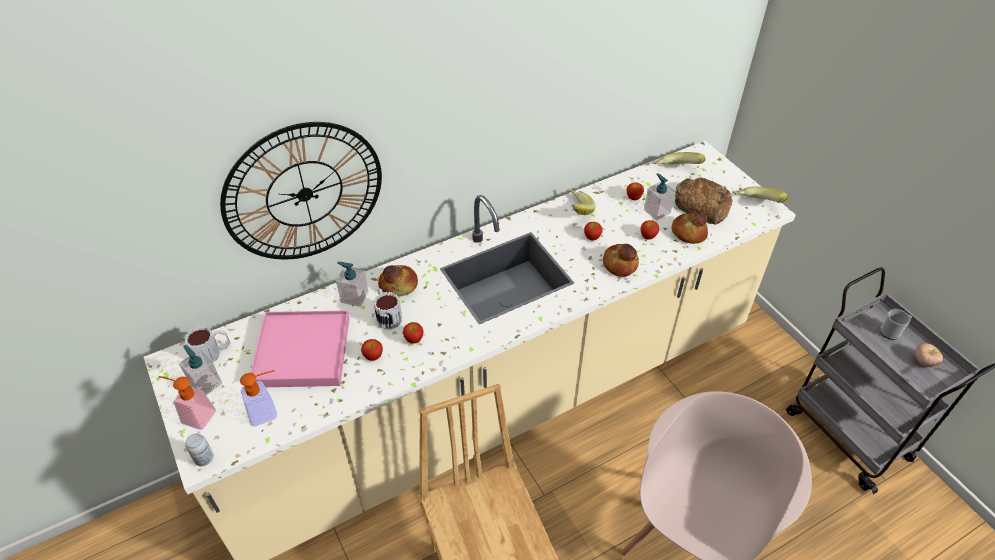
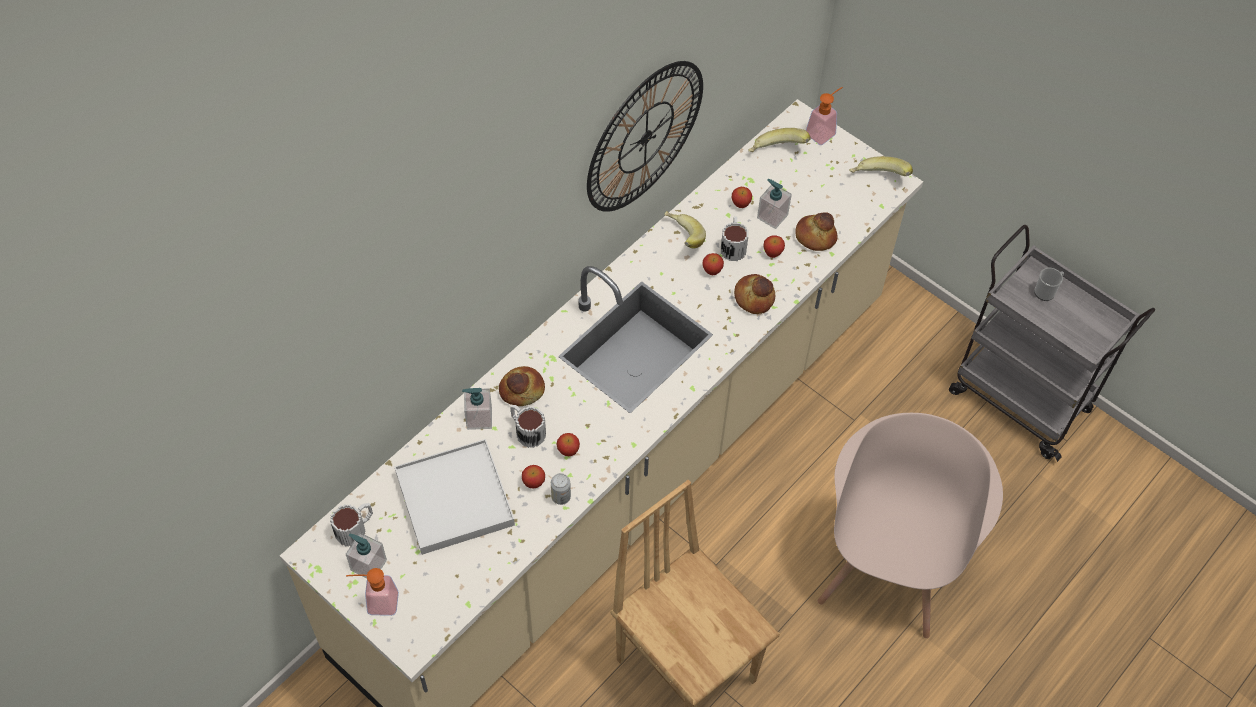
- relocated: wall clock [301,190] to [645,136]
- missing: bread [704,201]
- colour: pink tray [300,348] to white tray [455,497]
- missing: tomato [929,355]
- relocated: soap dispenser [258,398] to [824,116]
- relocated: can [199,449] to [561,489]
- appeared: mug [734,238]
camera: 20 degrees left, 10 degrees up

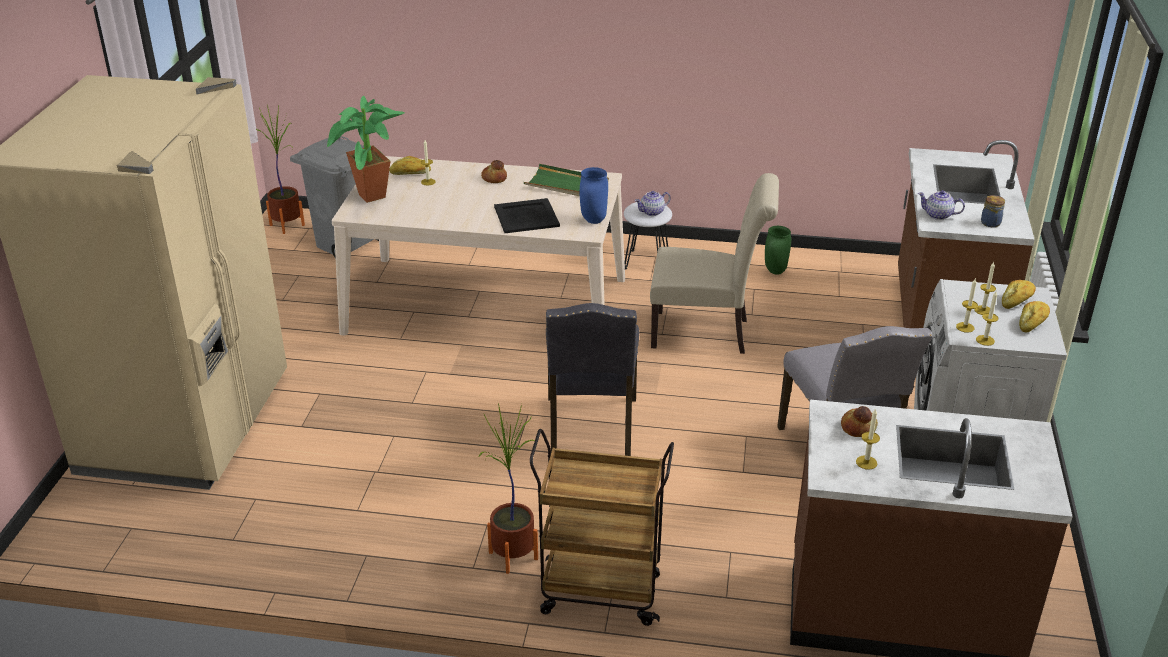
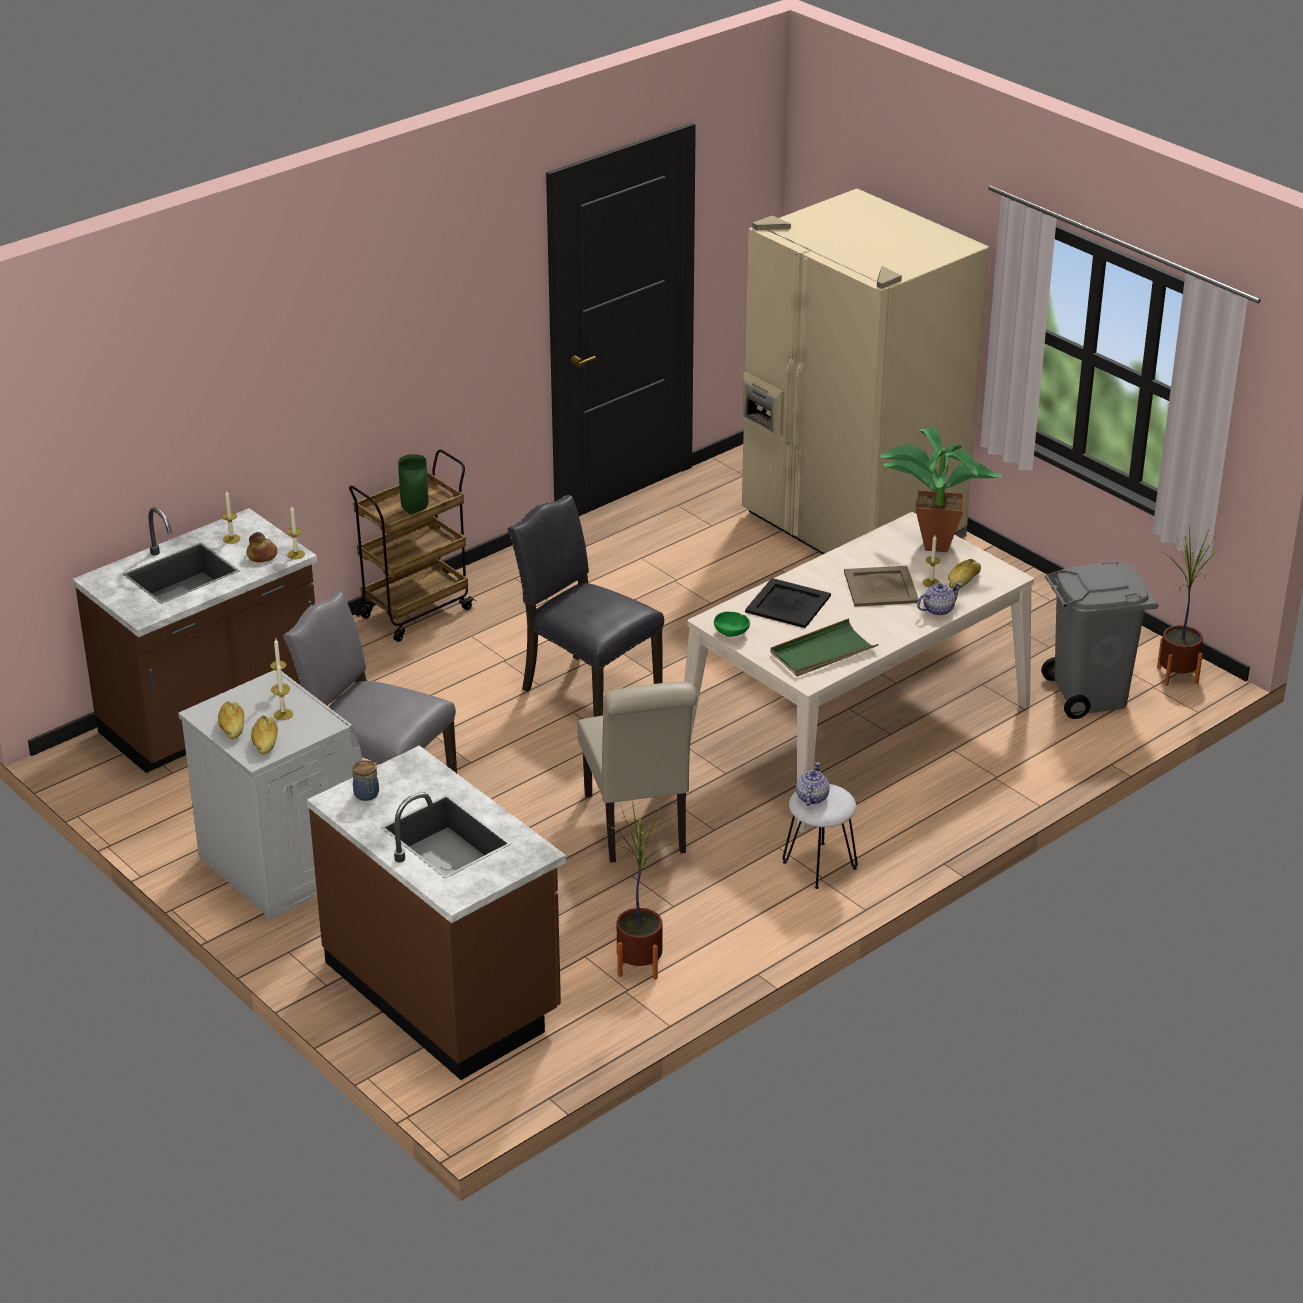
- missing: bread [494,171]
- exchanged: blue vase [594,195] to green bowl [732,624]
- spun: beige chair [714,263] = [637,772] 60 degrees counterclockwise
- relocated: teapot [941,205] to [939,599]
- relocated: green vase [778,250] to [413,484]
- relocated: candle [987,318] to [296,532]
- relocated: potted plant [508,488] to [640,889]
- appeared: beige tray [881,586]
camera: 130 degrees right, 0 degrees up

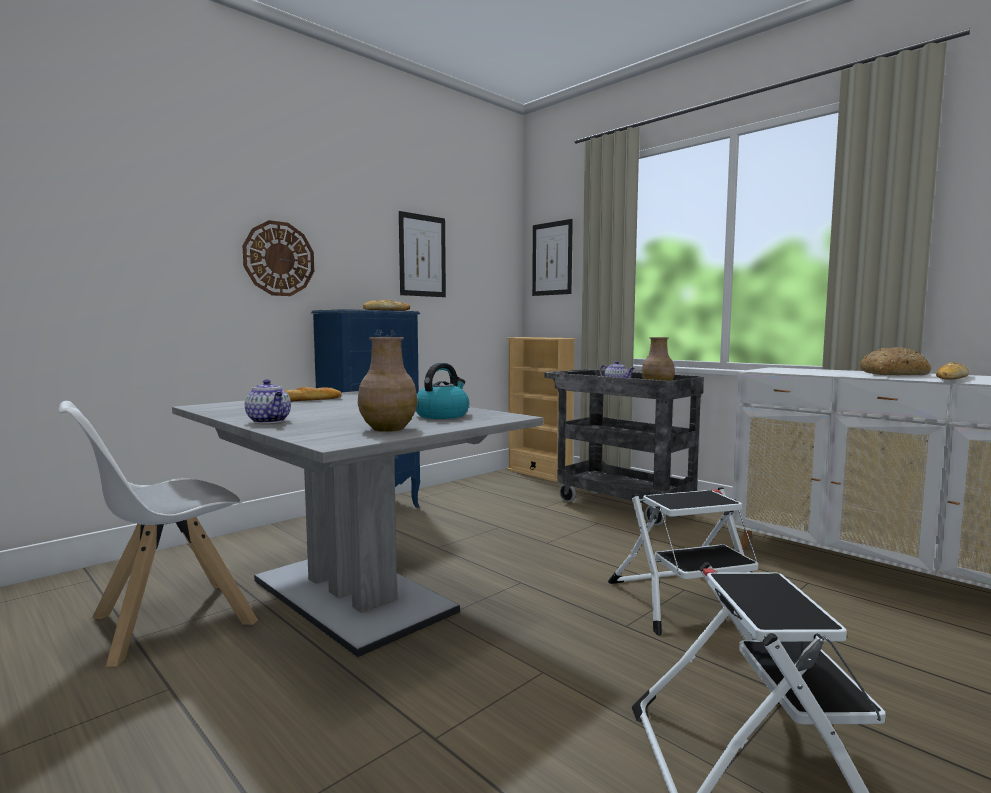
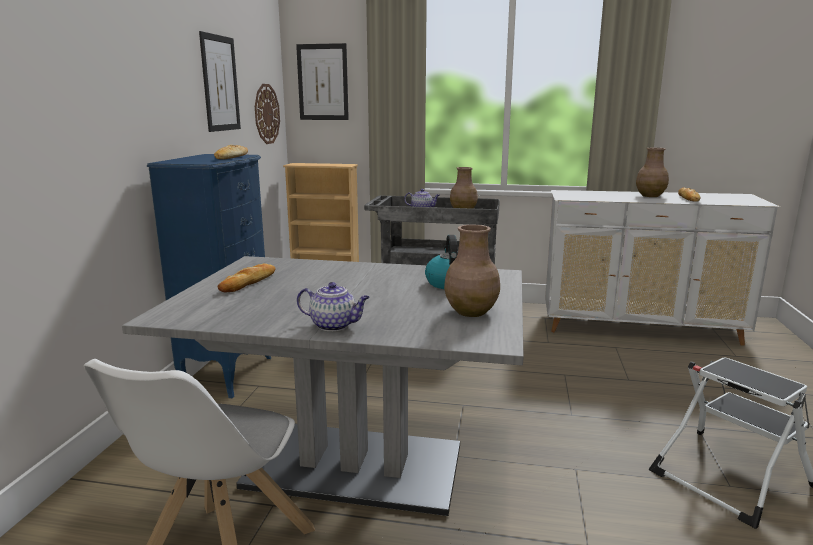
- relocated: wall clock [278,258] to [267,114]
- exchanged: bread [895,361] to brown vase [652,172]
- missing: step ladder [683,561]
camera: 35 degrees left, 10 degrees up

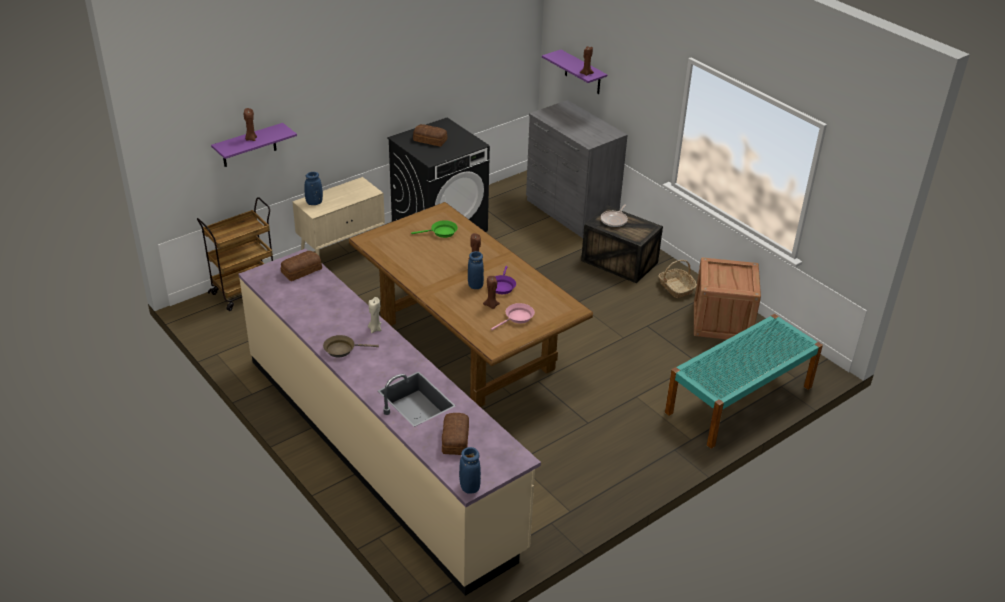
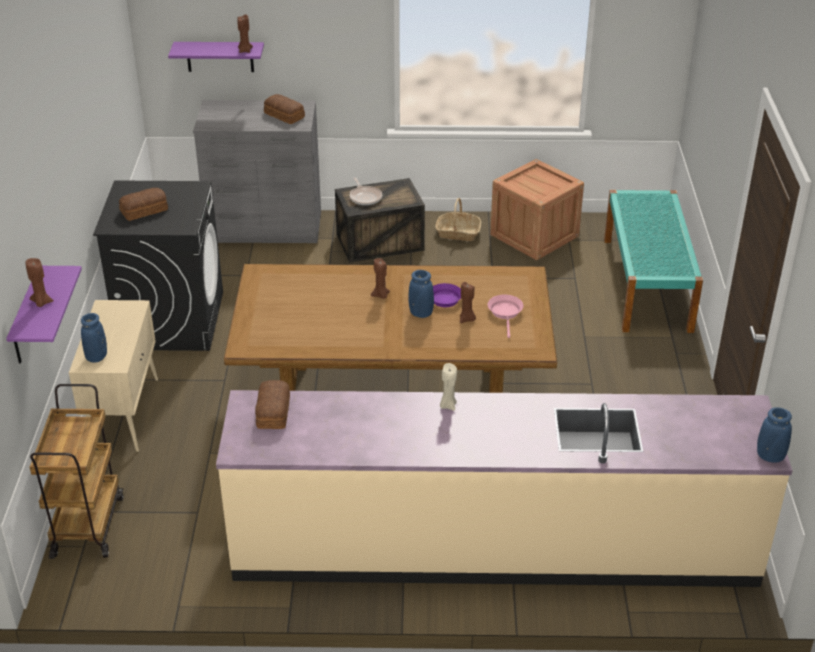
- missing: green frying pan [434,229]
- missing: brown frying pan [351,346]
- relocated: bread [455,434] to [284,109]
camera: 50 degrees left, 0 degrees up

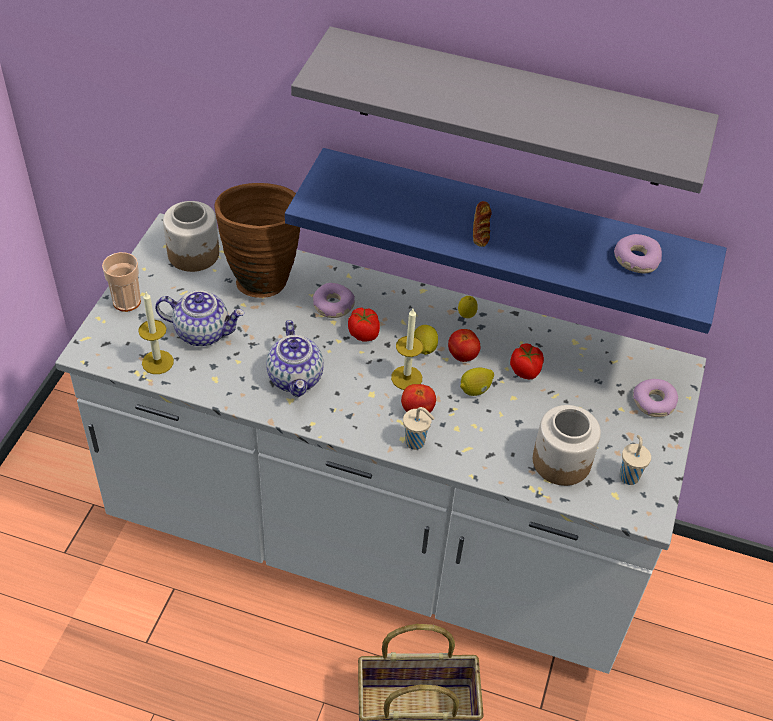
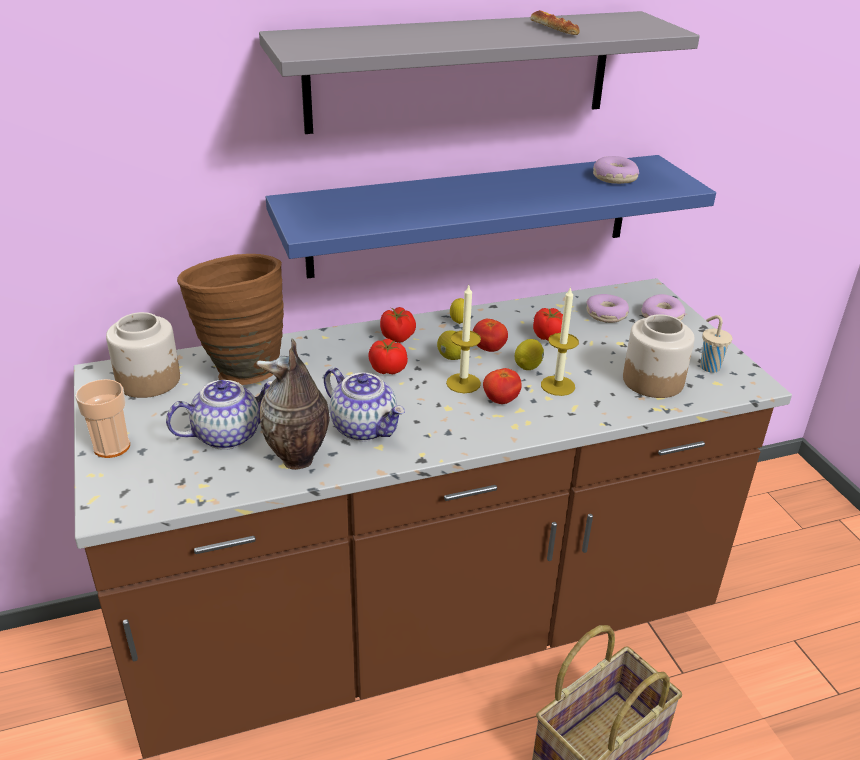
- relocated: bread [482,224] to [555,22]
- colour: white counter [380,443] to brown counter [433,518]
- relocated: donut [334,300] to [607,308]
- relocated: candle [156,333] to [560,341]
- missing: beige cup [418,428]
- appeared: tomato [398,325]
- appeared: vase [293,404]
camera: 35 degrees left, 15 degrees down

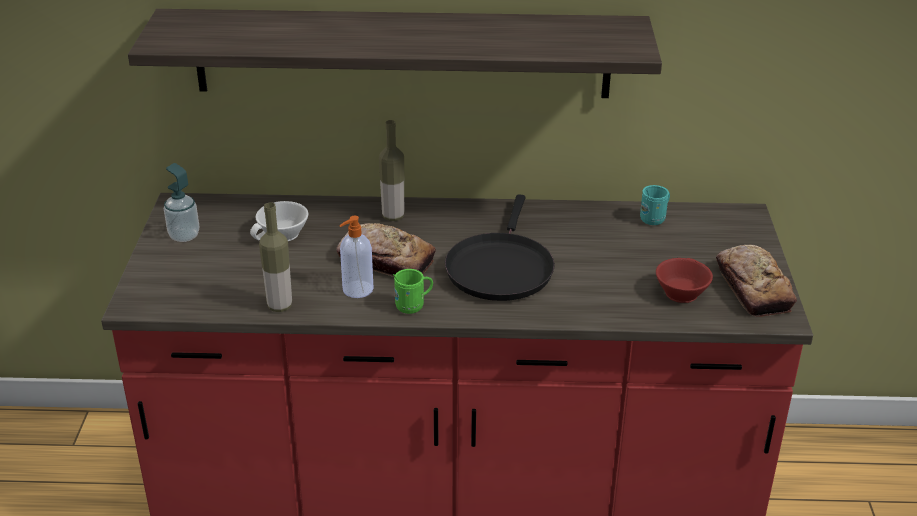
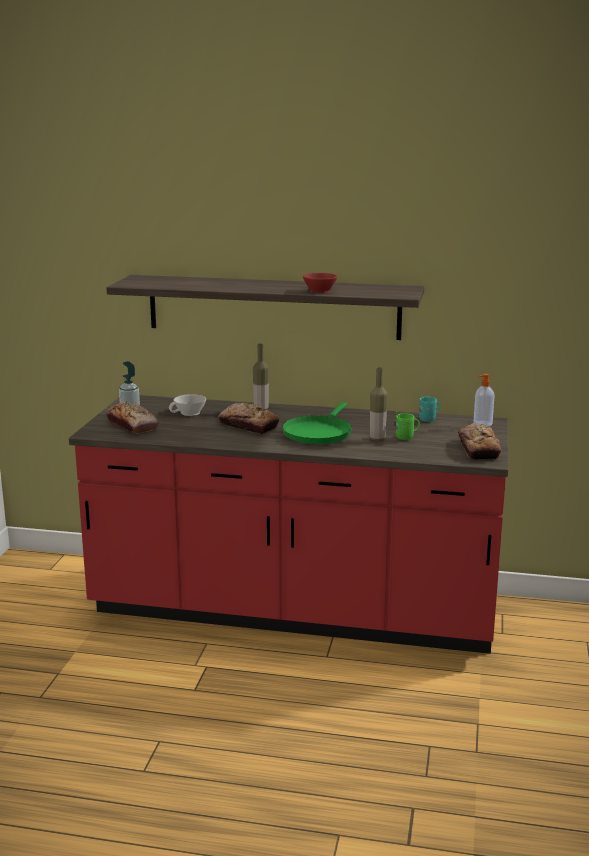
- colour: black frying pan [500,247] to green frying pan [317,423]
- relocated: bottle [275,257] to [379,404]
- relocated: soap dispenser [356,256] to [483,400]
- relocated: red cup [684,280] to [320,283]
- relocated: green mug [413,291] to [408,426]
- appeared: bread [132,417]
camera: 10 degrees right, 15 degrees down

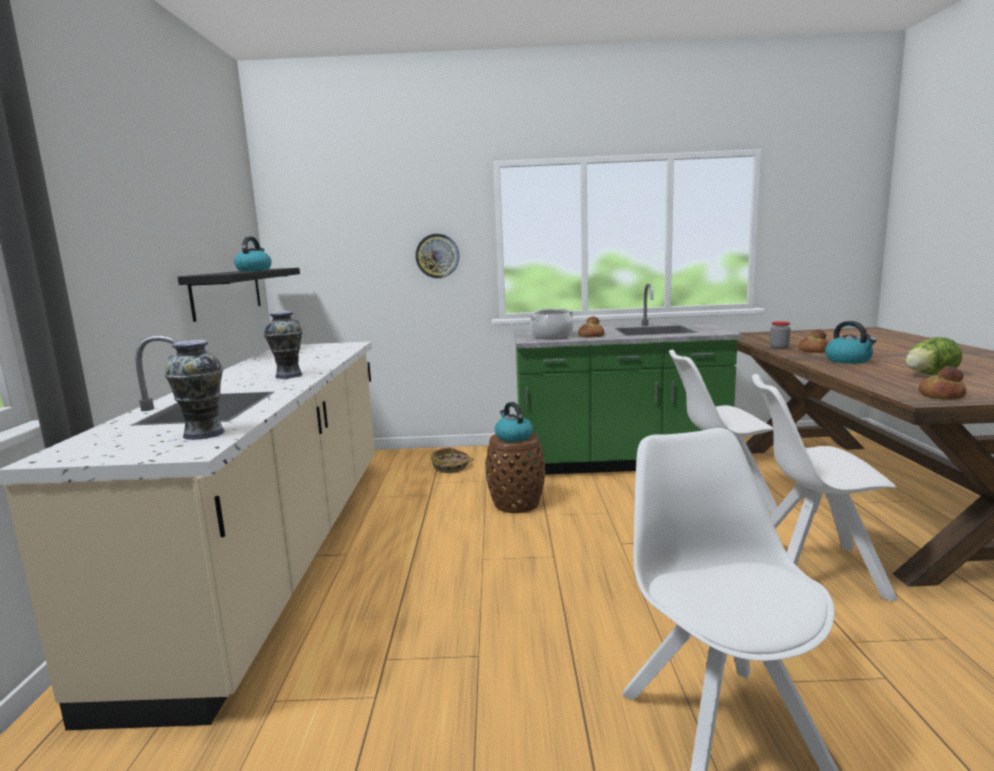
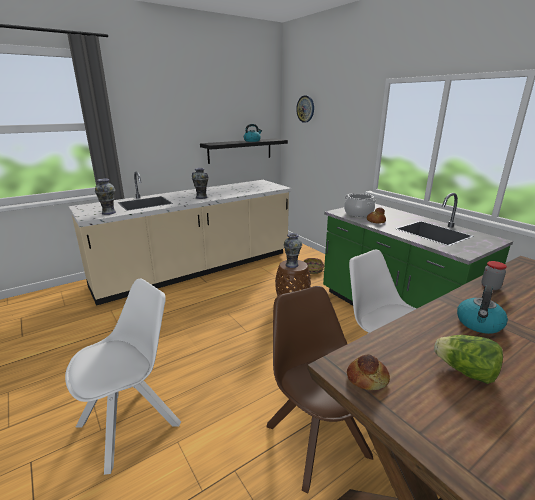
- relocated: wall clock [437,256] to [305,109]
- missing: bread [813,341]
- colour: white chair [824,488] to brown chair [320,389]
- exchanged: kettle [514,422] to vase [293,250]
camera: 55 degrees right, 10 degrees up

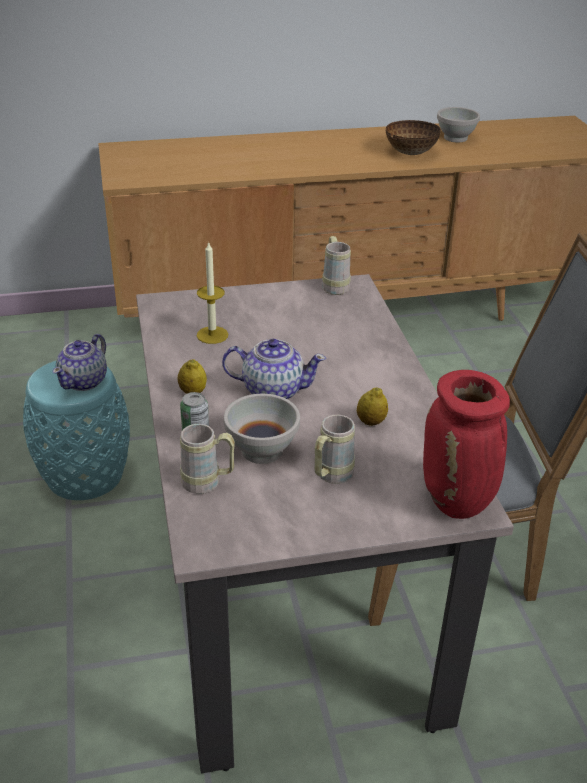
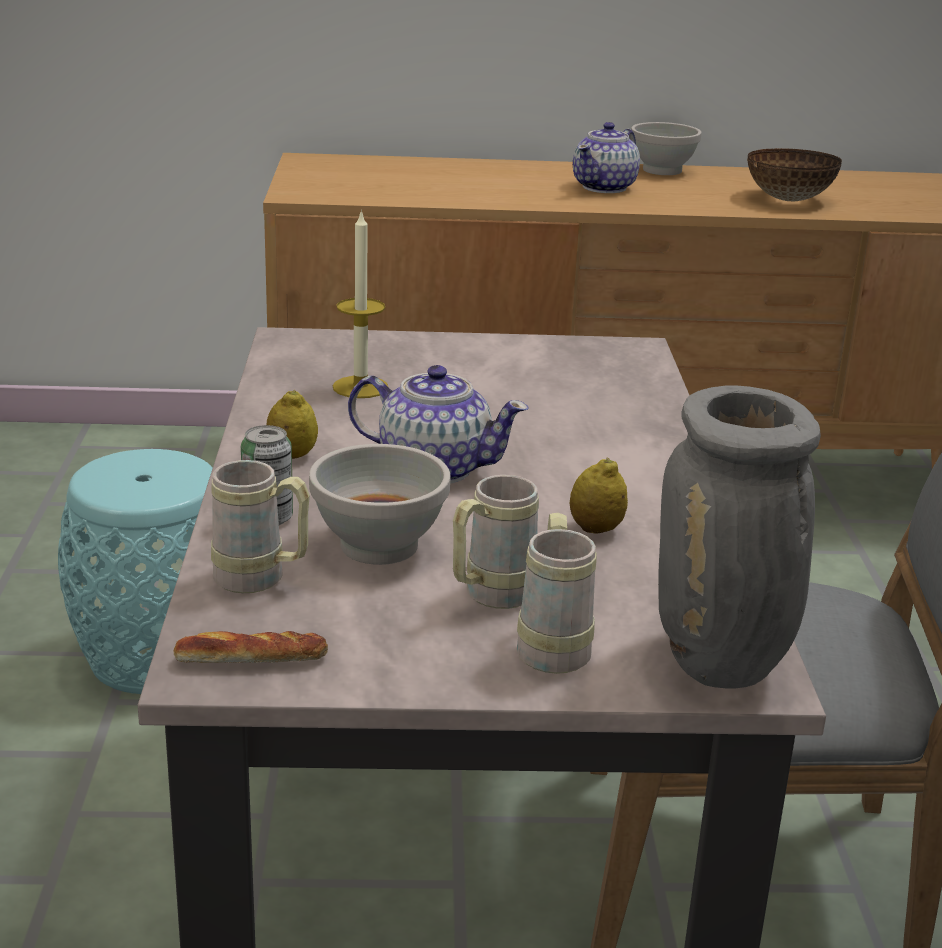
- relocated: white bowl [458,124] to [666,148]
- relocated: beige mug [336,265] to [557,593]
- relocated: teapot [80,362] to [606,157]
- colour: red vase [466,444] to grey vase [739,537]
- appeared: bread [251,647]
camera: 10 degrees right, 10 degrees down

